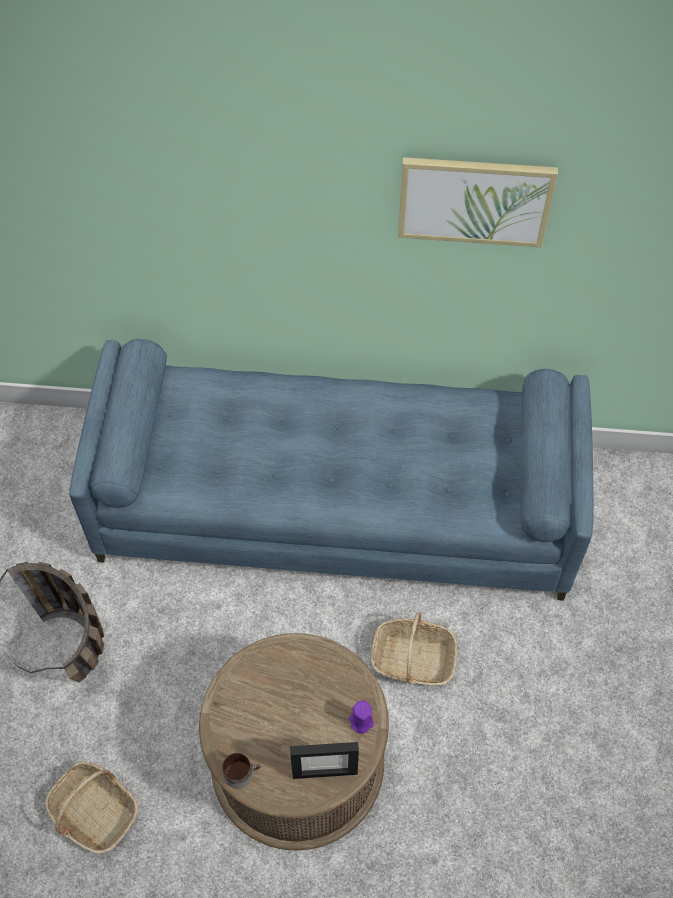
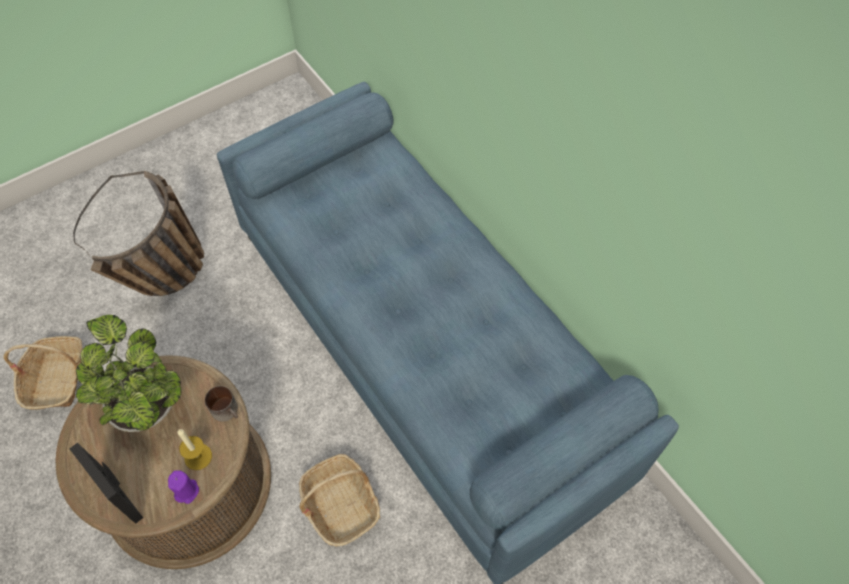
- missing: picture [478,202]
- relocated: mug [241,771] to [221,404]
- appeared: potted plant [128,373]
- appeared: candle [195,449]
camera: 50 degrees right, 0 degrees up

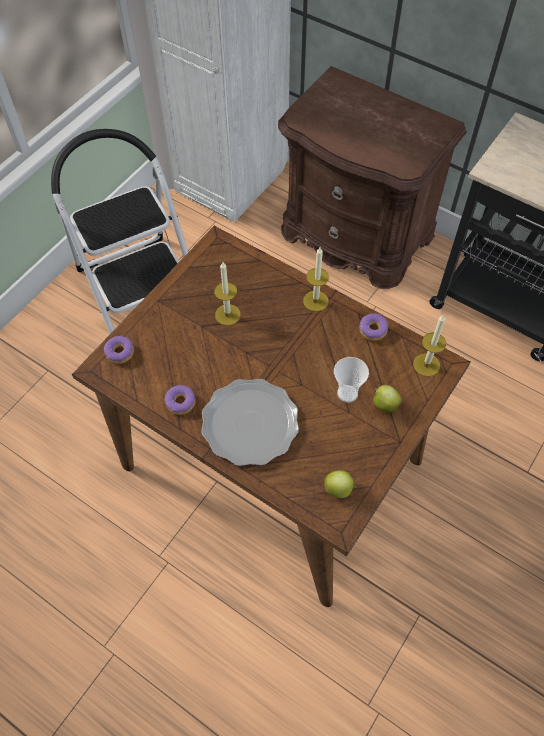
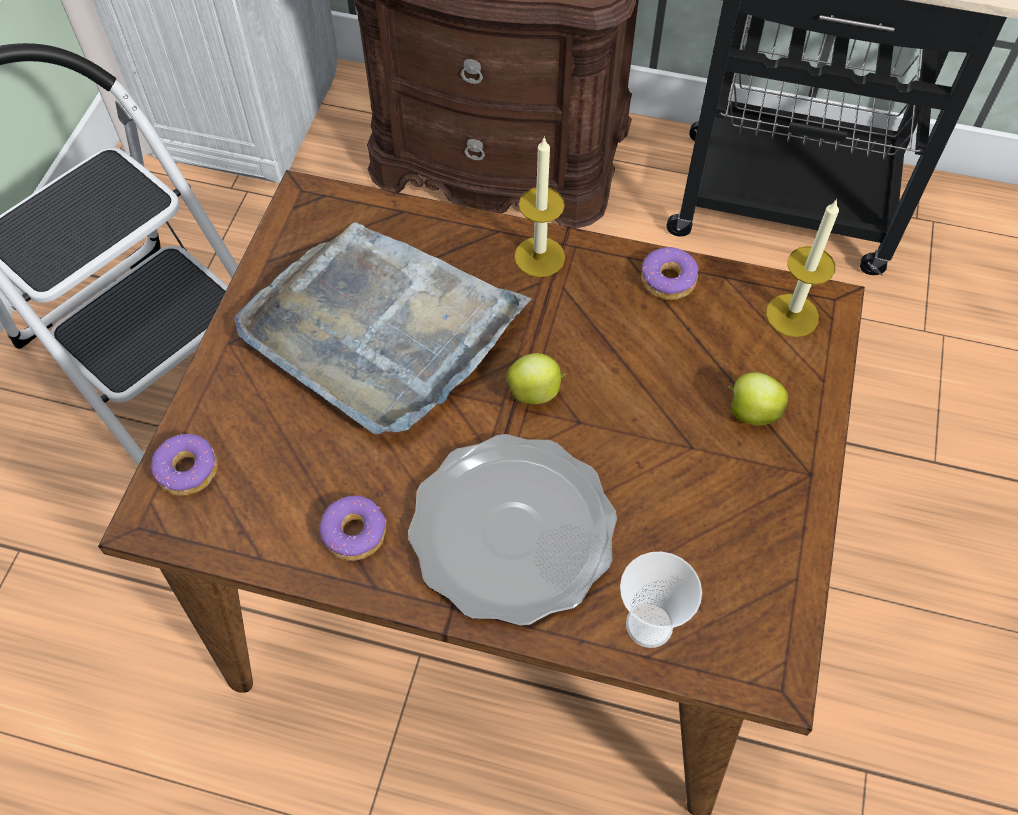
- exchanged: candle [227,294] to grey tray [382,328]
- relocated: cup [351,380] to [661,599]
- relocated: apple [340,484] to [536,378]
camera: 20 degrees left, 0 degrees up

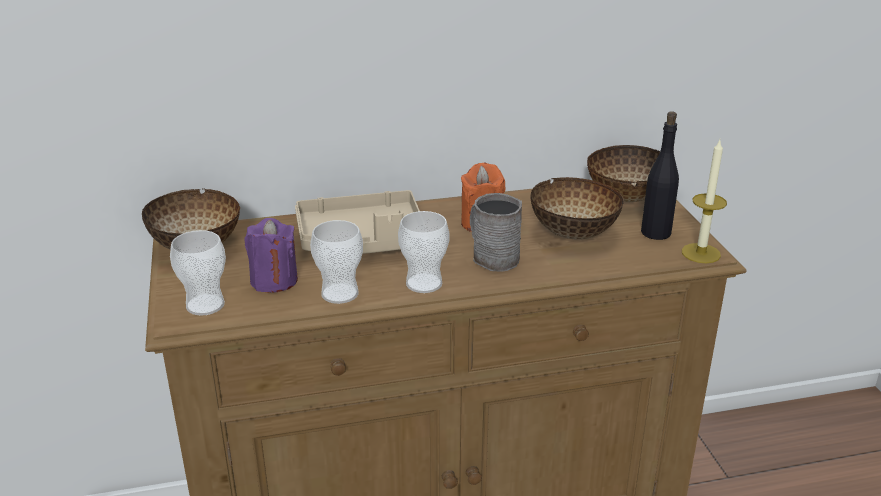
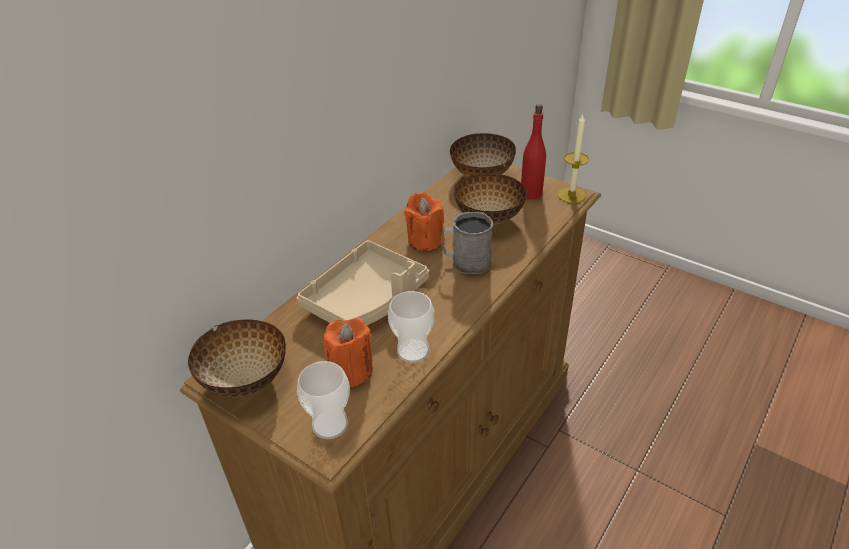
- colour: black bottle [660,175] to red bottle [533,151]
- missing: cup [423,252]
- colour: purple candle [271,255] to orange candle [348,352]
camera: 40 degrees left, 10 degrees up

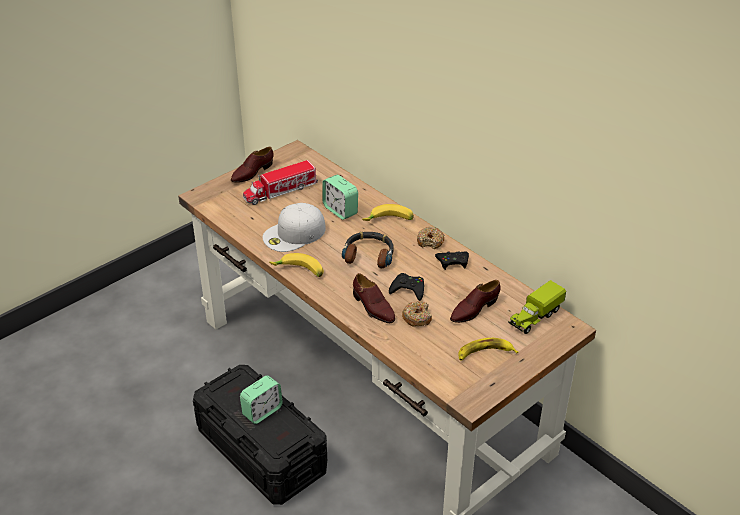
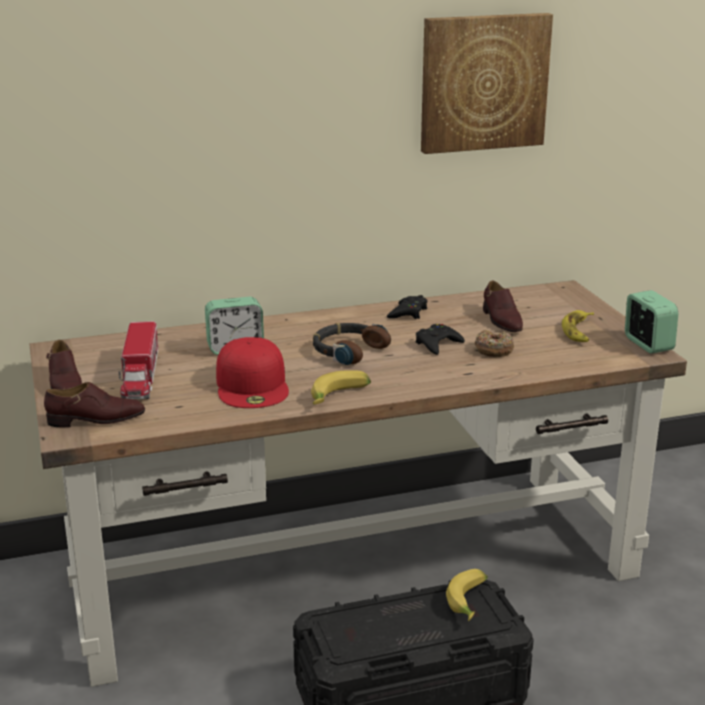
- colour: white cap [294,227] to red cap [252,372]
- relocated: banana [388,212] to [467,595]
- missing: donut [430,238]
- relocated: brown shoe [374,298] to [94,404]
- missing: toy truck [537,307]
- relocated: alarm clock [261,399] to [651,322]
- appeared: picture [487,83]
camera: 65 degrees left, 15 degrees down

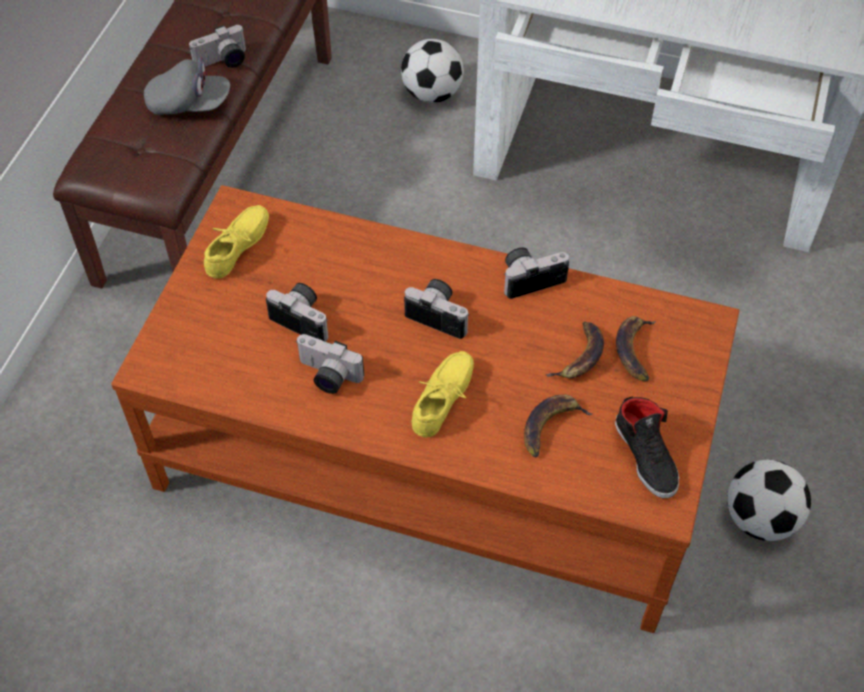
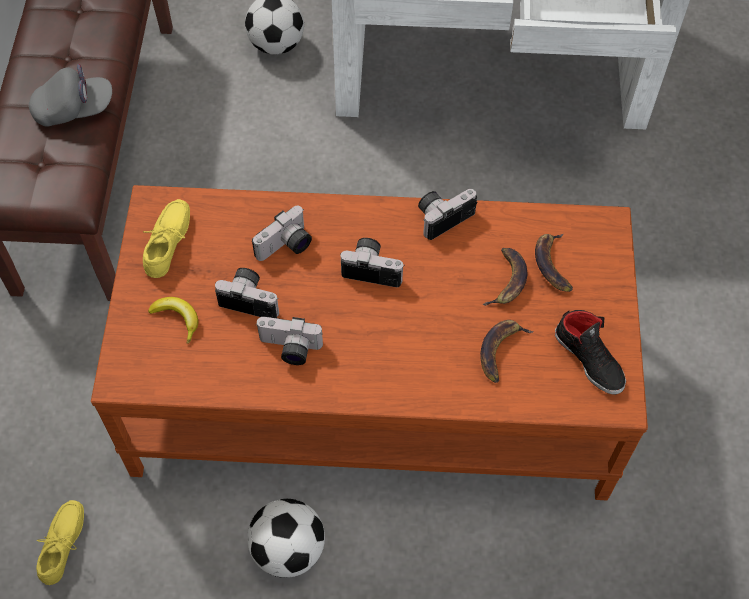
- relocated: photo camera [217,46] to [282,233]
- relocated: yellow shoe [443,394] to [60,542]
- relocated: football [769,500] to [286,538]
- appeared: banana [173,320]
camera: 15 degrees left, 5 degrees up

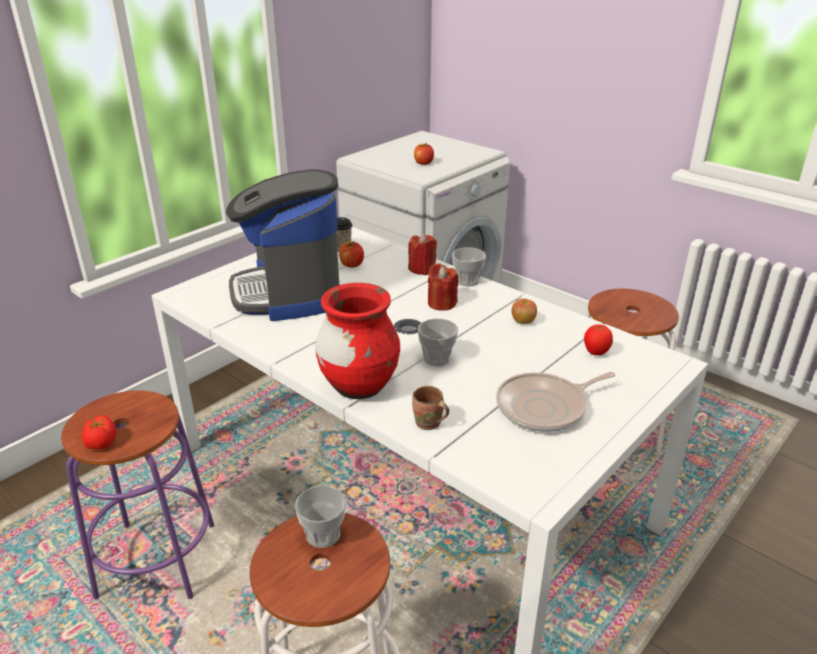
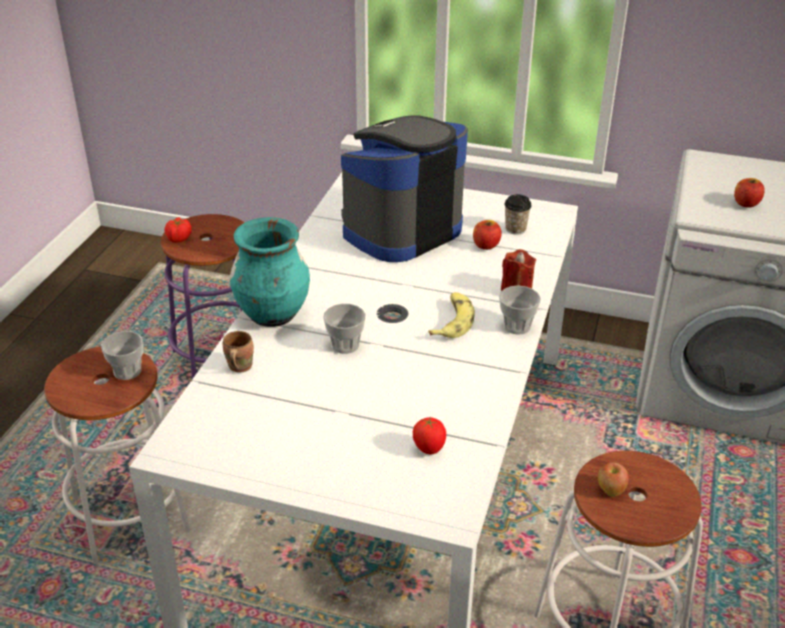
- exchanged: red candle [443,287] to banana [451,315]
- colour: red vase [357,341] to turquoise vase [270,272]
- relocated: apple [524,311] to [613,479]
- missing: frying pan [555,402]
camera: 65 degrees right, 5 degrees up

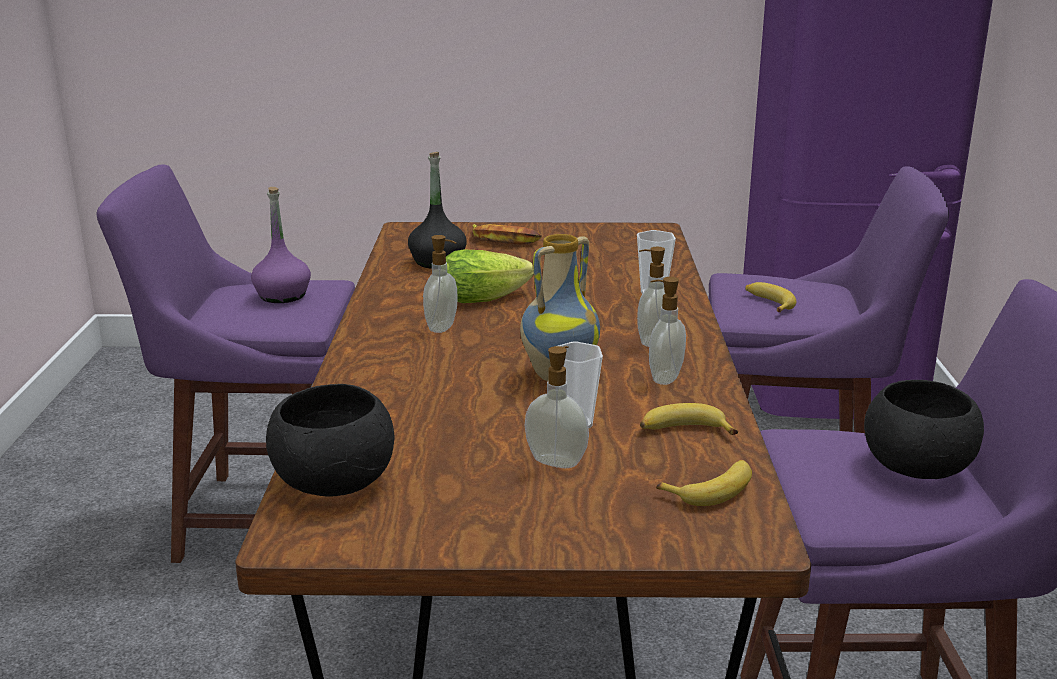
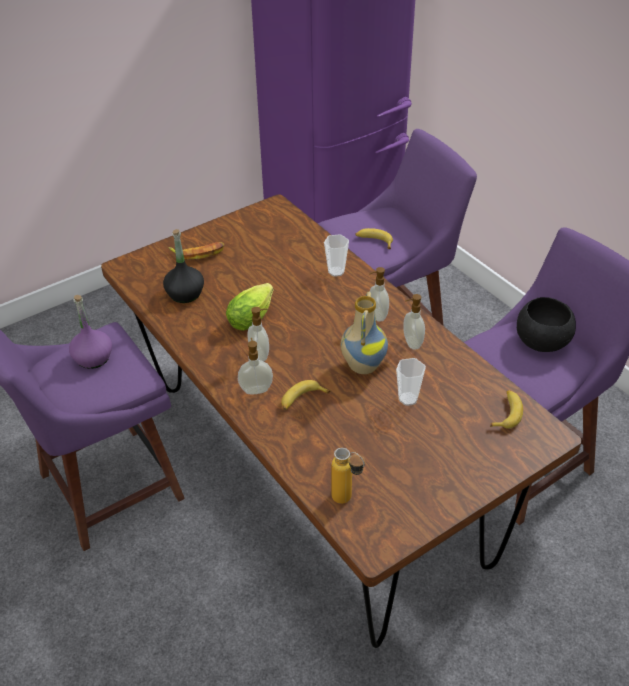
- relocated: soap dispenser [557,407] to [255,366]
- exchanged: black bowl [330,440] to bottle [348,476]
- relocated: banana [689,419] to [305,395]
camera: 35 degrees left, 20 degrees up

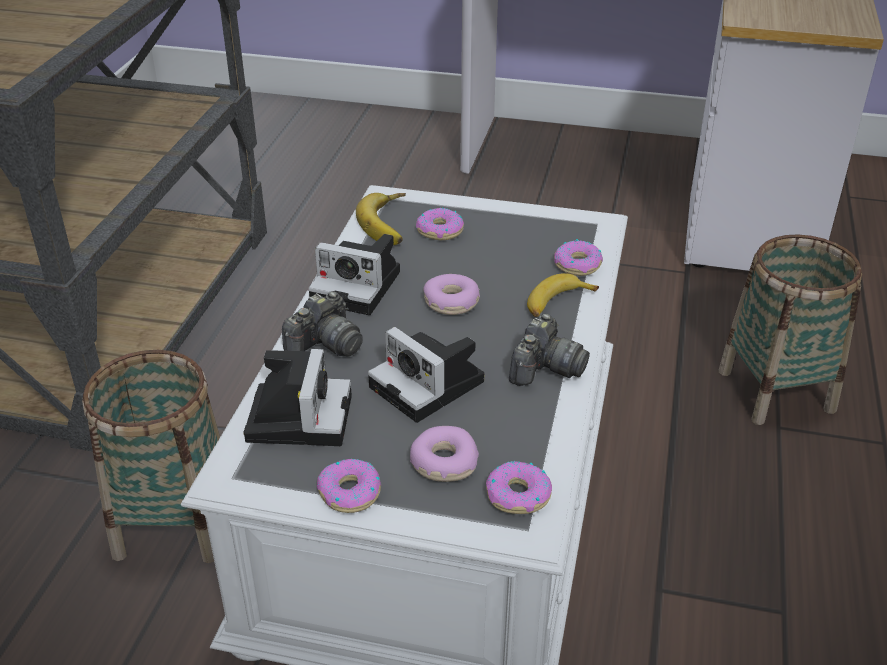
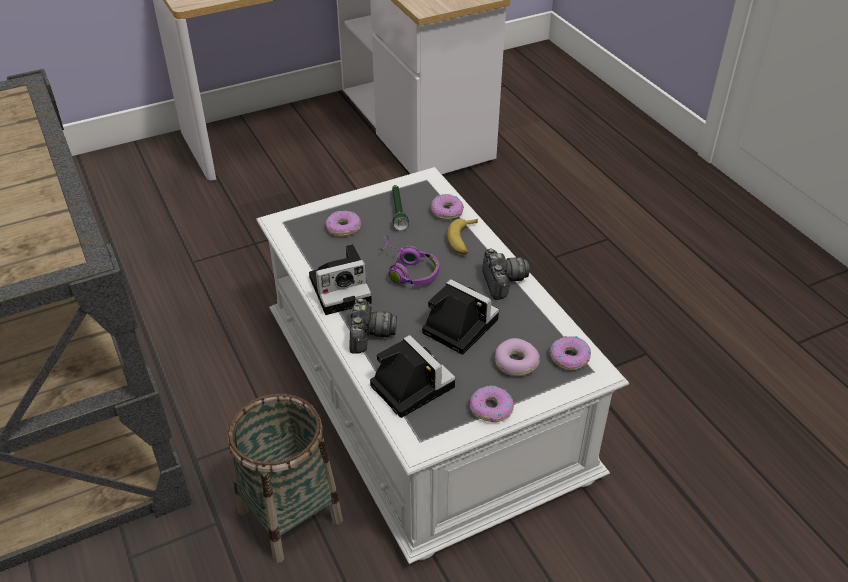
- missing: banana [381,219]
- missing: basket [790,330]
- exchanged: donut [451,294] to purple headphones [409,260]
- spun: photo camera [426,375] = [460,317] 150 degrees counterclockwise
- appeared: green flashlight [400,208]
camera: 40 degrees left, 5 degrees up

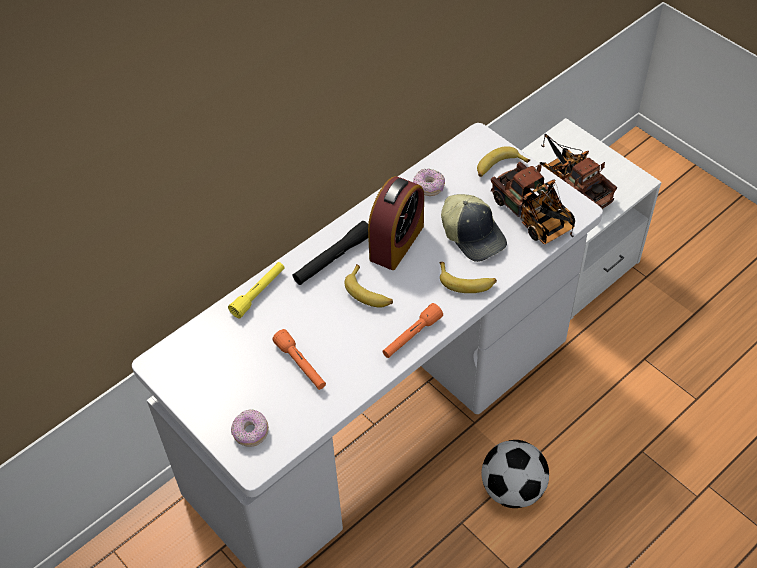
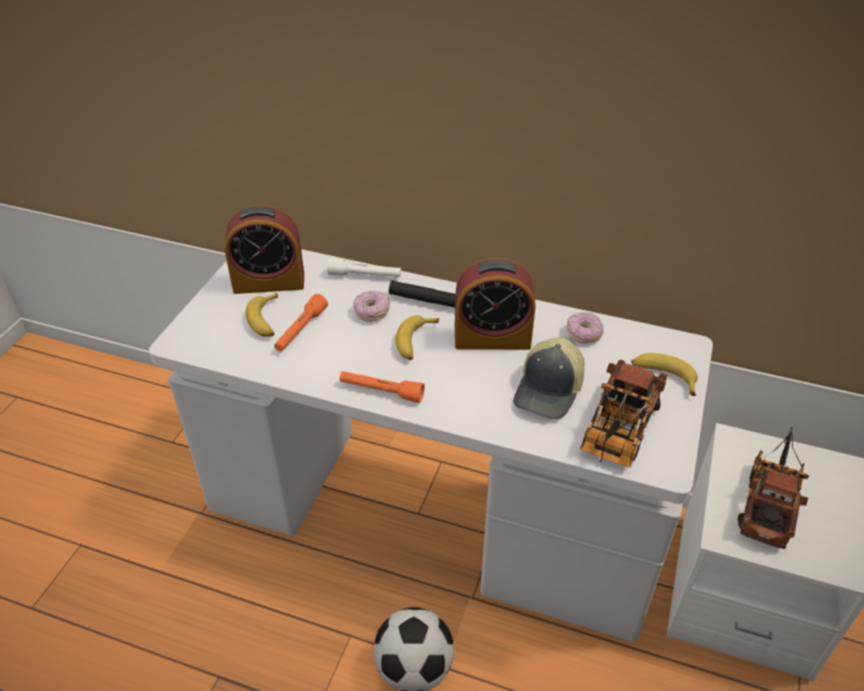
- colour: yellow flashlight [256,290] to white flashlight [364,267]
- relocated: banana [468,277] to [262,315]
- relocated: donut [250,428] to [371,306]
- appeared: alarm clock [264,249]
camera: 60 degrees right, 10 degrees down

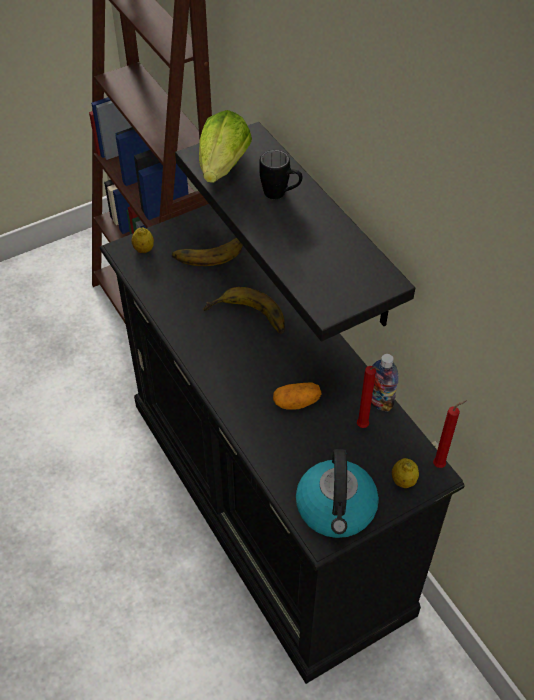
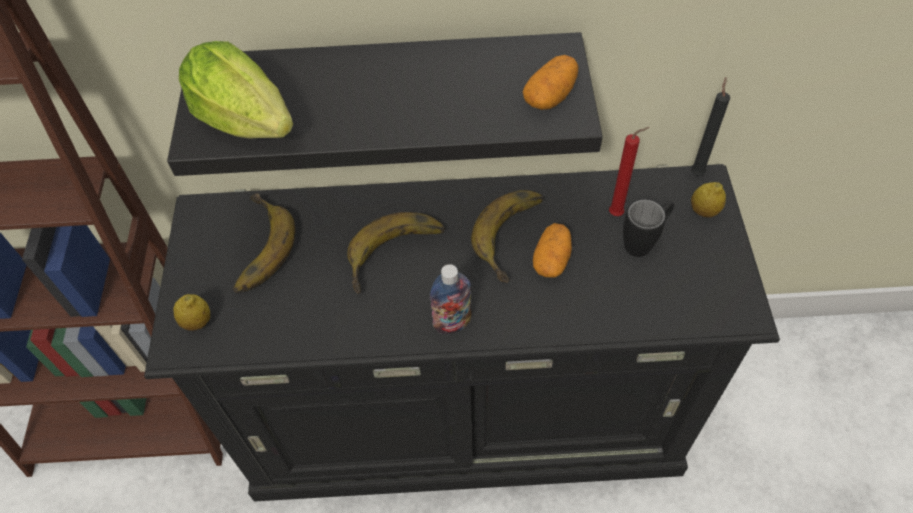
- relocated: black mug [280,174] to [648,228]
- relocated: bottle [384,382] to [451,299]
- colour: red candle [449,434] to black candle [710,126]
- missing: kettle [337,493]
- appeared: potato [550,82]
- appeared: banana [507,236]
camera: 60 degrees left, 5 degrees up

